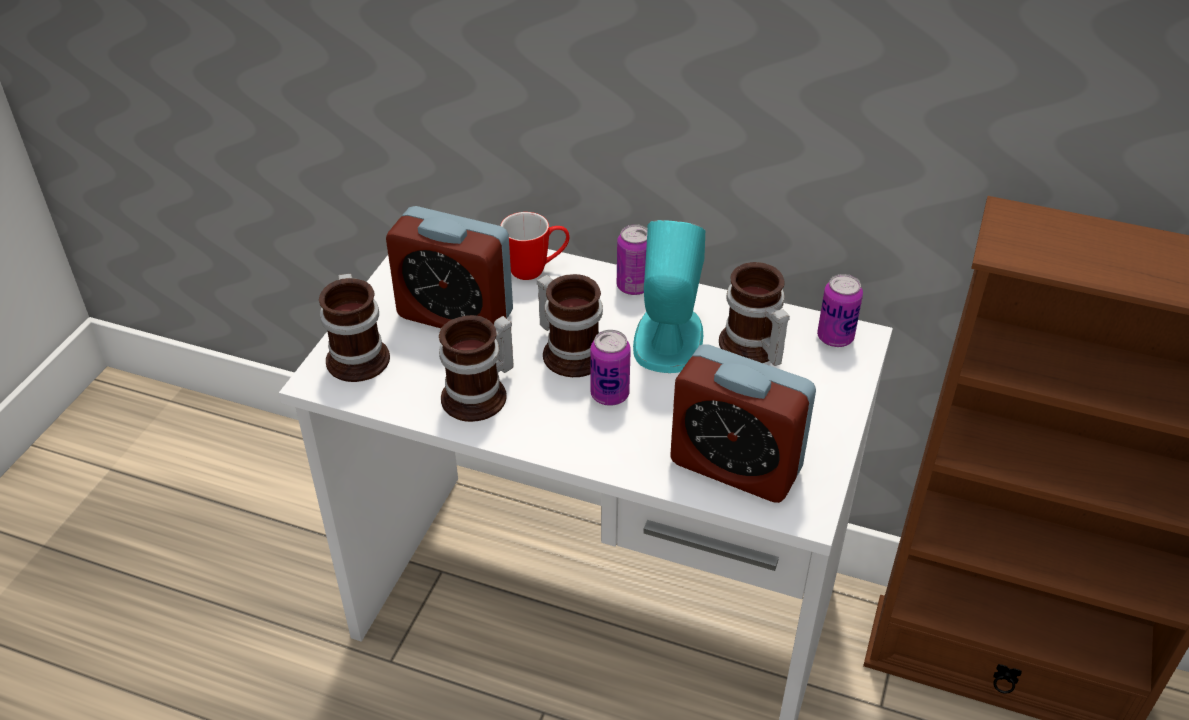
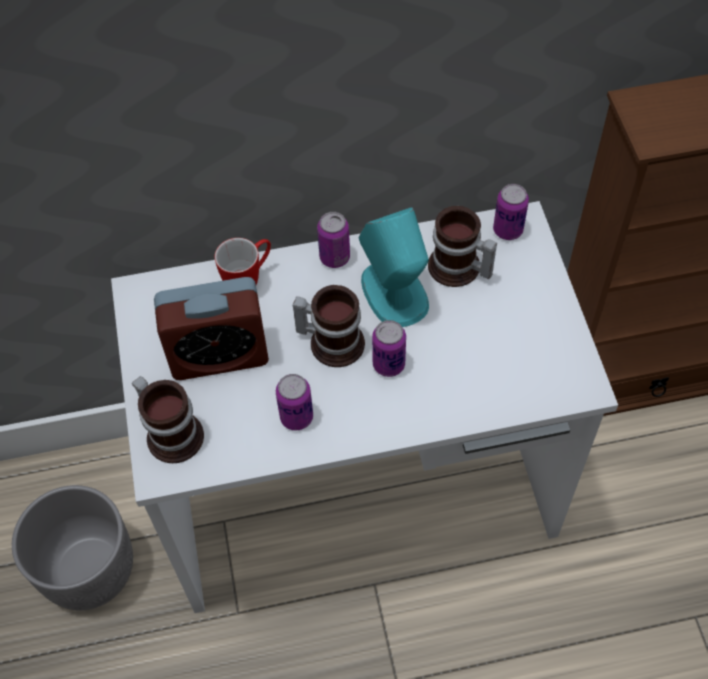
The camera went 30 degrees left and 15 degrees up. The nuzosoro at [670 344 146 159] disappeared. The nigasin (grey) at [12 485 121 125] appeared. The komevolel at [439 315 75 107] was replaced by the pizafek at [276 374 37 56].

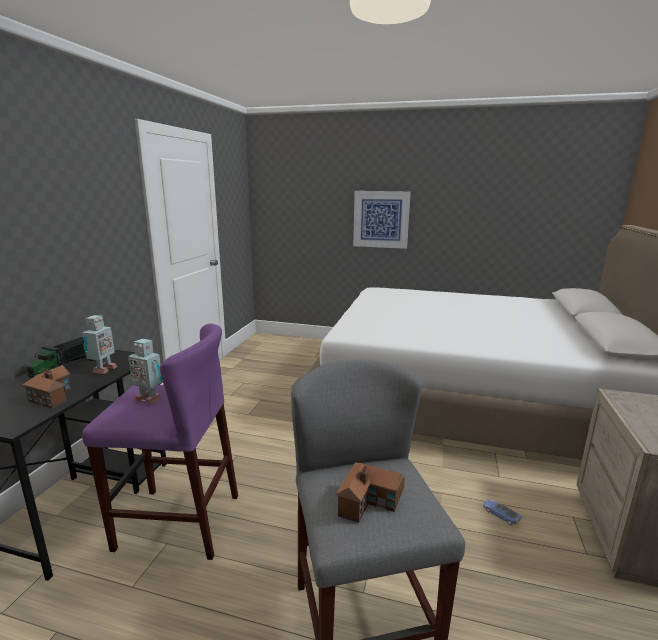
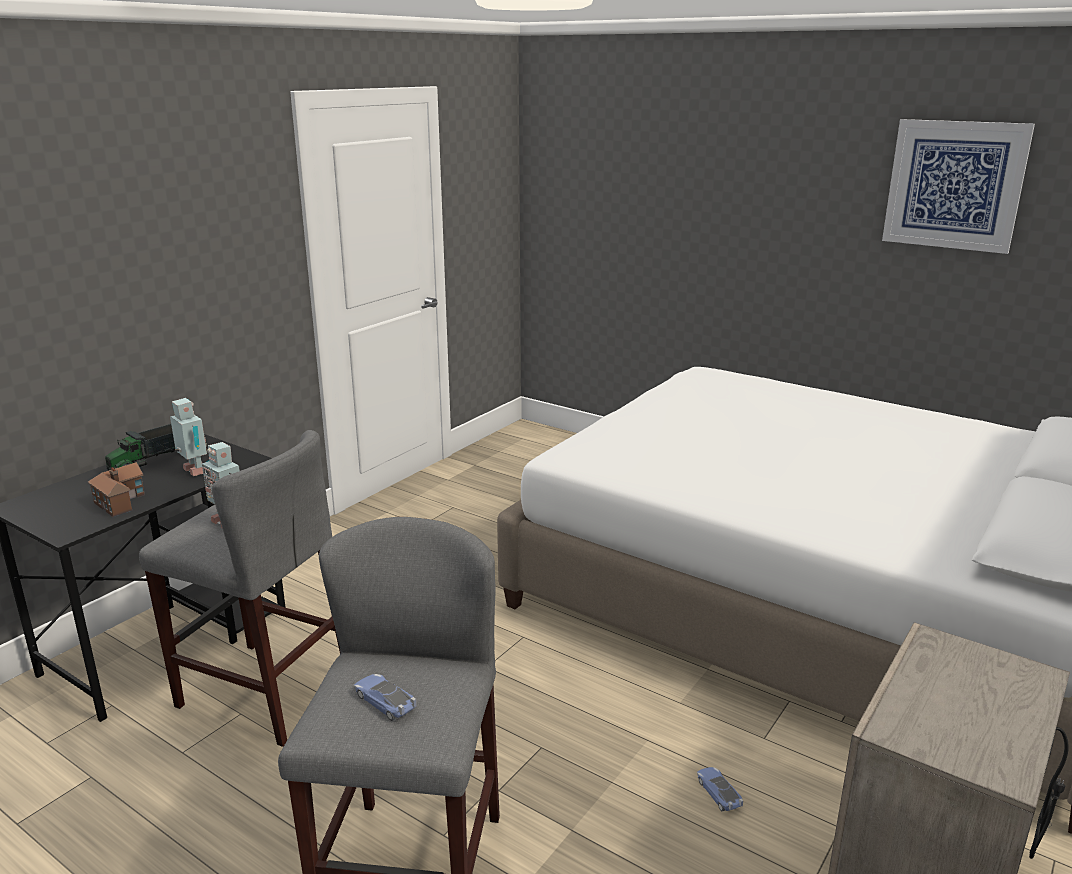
The camera went 20 degrees right and 5 degrees up. The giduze moved from [353 191 58 58] to [882 119 153 135]. The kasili at [336 463 69 60] was replaced by the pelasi at [354 674 63 47]. The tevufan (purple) at [82 323 156 237] became the tevufan (grey) at [139 430 201 317]. The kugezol at [82 315 35 59] turned 75 degrees counterclockwise.

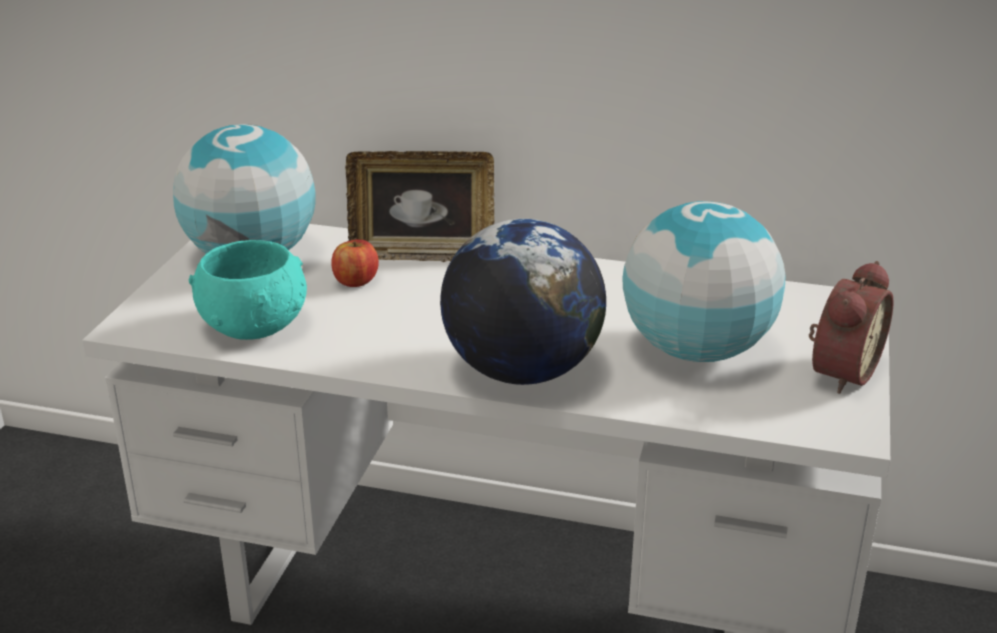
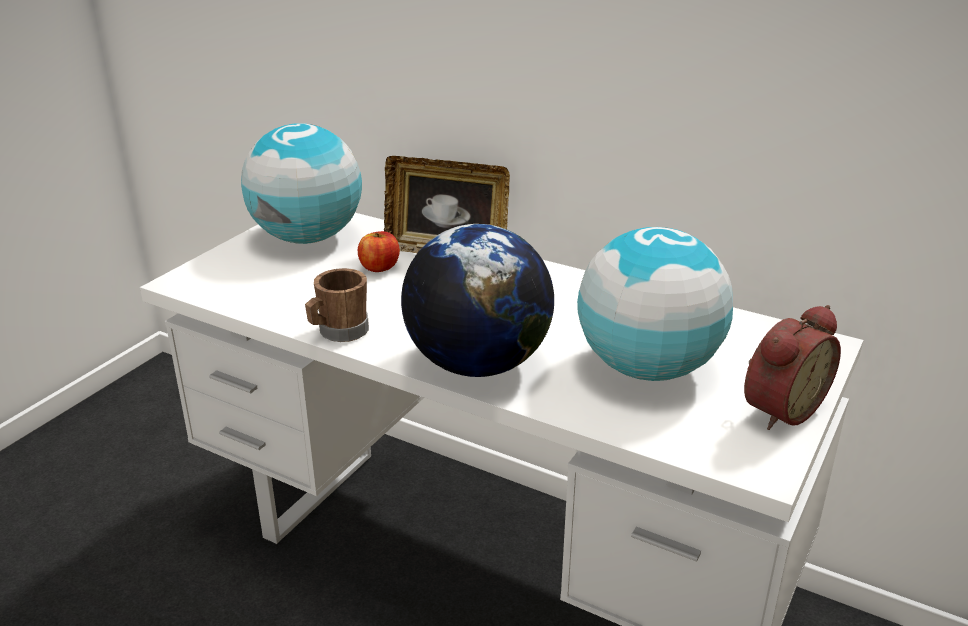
The camera went 15 degrees right and 0 degrees up. The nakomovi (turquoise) at [189 240 118 100] disappeared. The komevolel (brown) at [305 268 64 74] appeared.

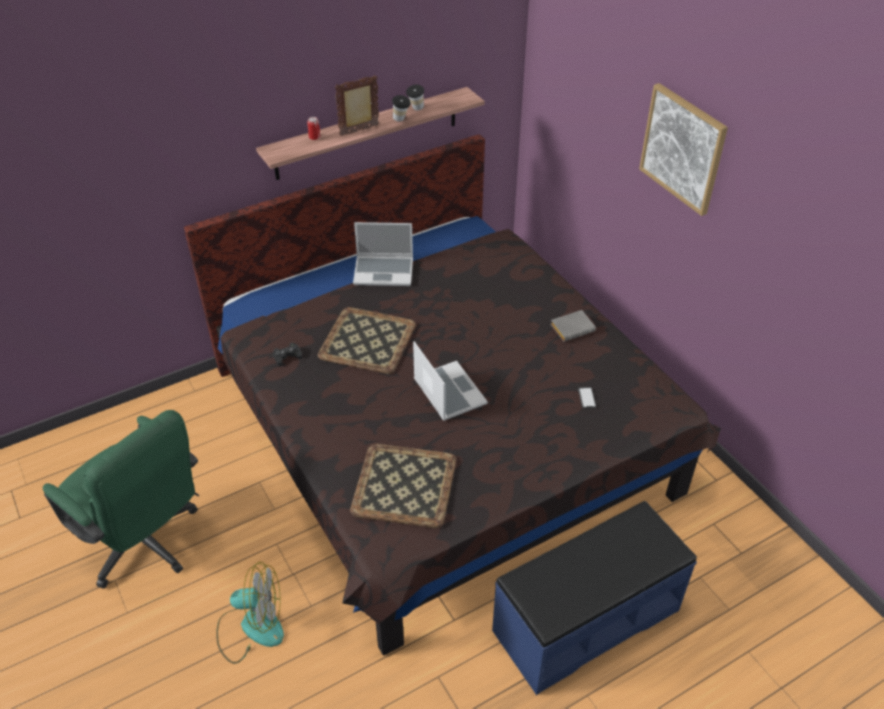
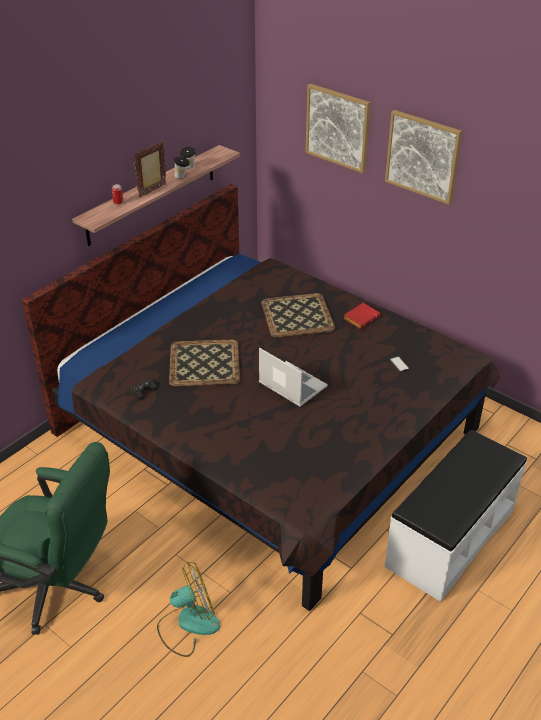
The camera went 20 degrees left and 5 degrees down. The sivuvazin at [353 222 60 64] disappeared. The giduze at [305 84 66 89] appeared. The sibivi moved from [350 444 106 84] to [261 293 74 45]. The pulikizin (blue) at [492 501 205 194] became the pulikizin (white) at [385 430 142 172]. The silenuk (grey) at [550 310 46 32] became the silenuk (red) at [344 303 36 26].

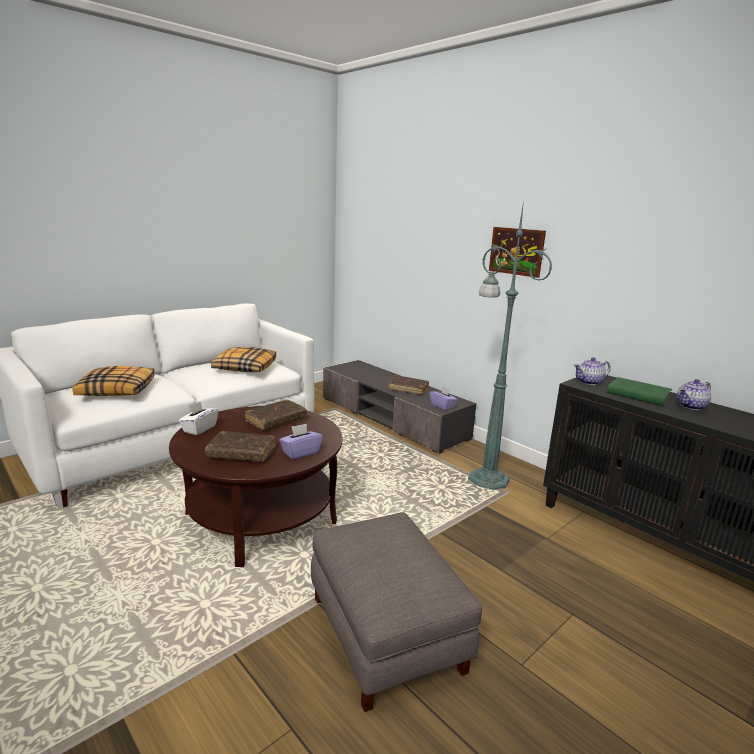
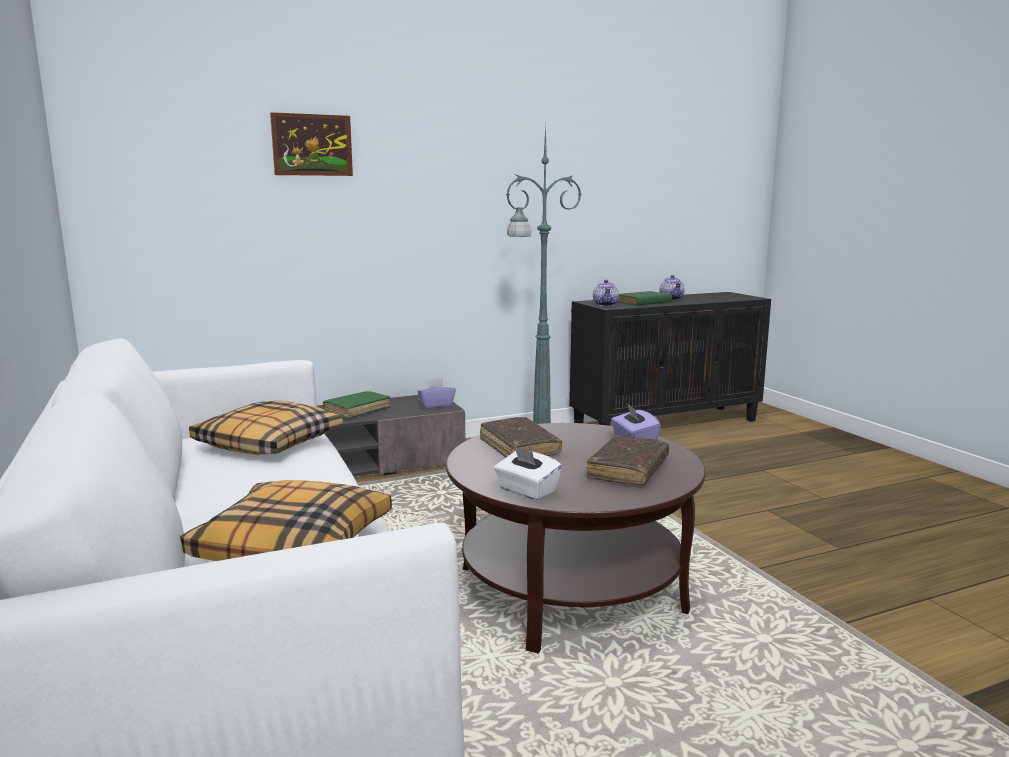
The camera went 70 degrees left and 5 degrees down. The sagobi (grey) at [311 512 171 200] disappeared. The giduze moved from [489 227 57 51] to [270 112 83 64]. The silenuk (brown) at [387 375 42 20] became the silenuk (green) at [323 391 67 28].

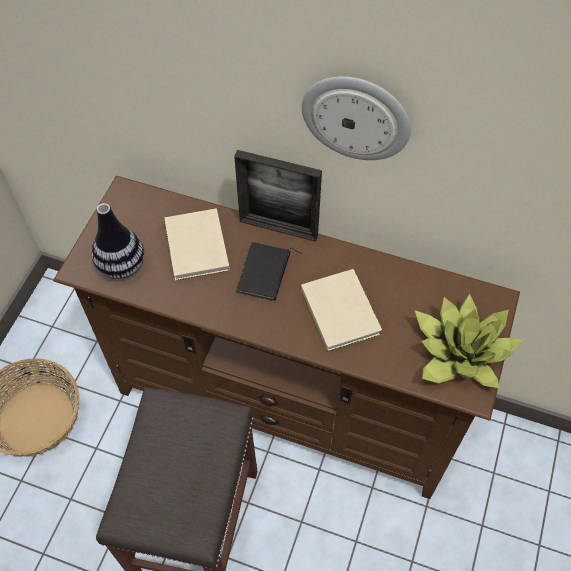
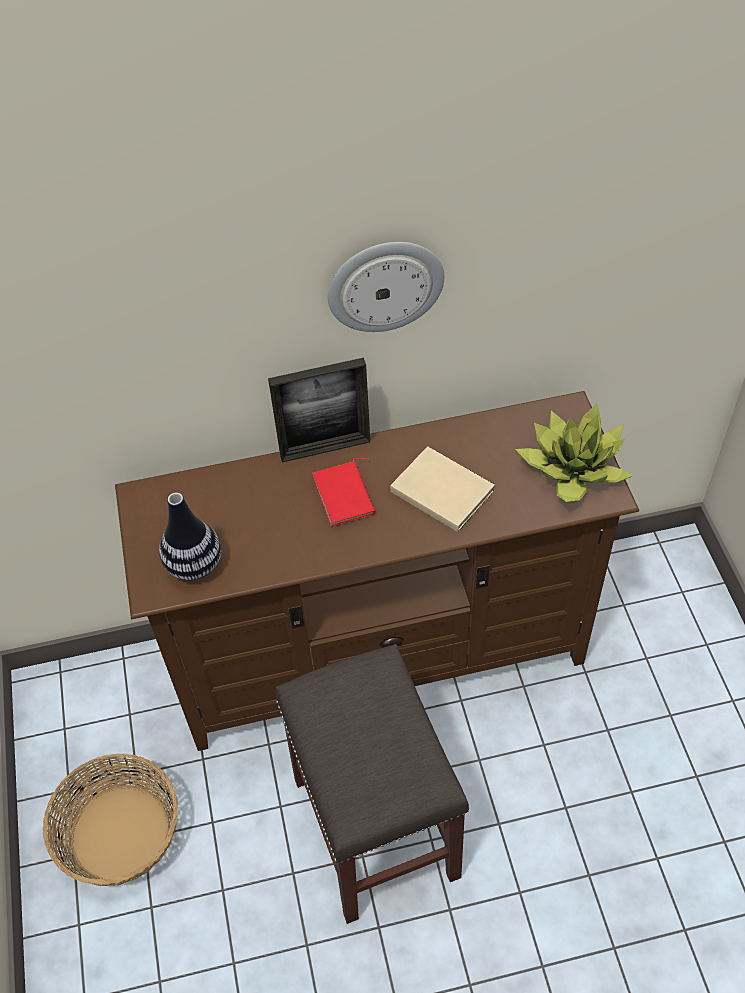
The camera went 30 degrees left and 5 degrees down. The silenuk (beige) at [164 208 66 73] disappeared. The silenuk (black) at [236 242 67 59] became the silenuk (red) at [312 458 63 69].

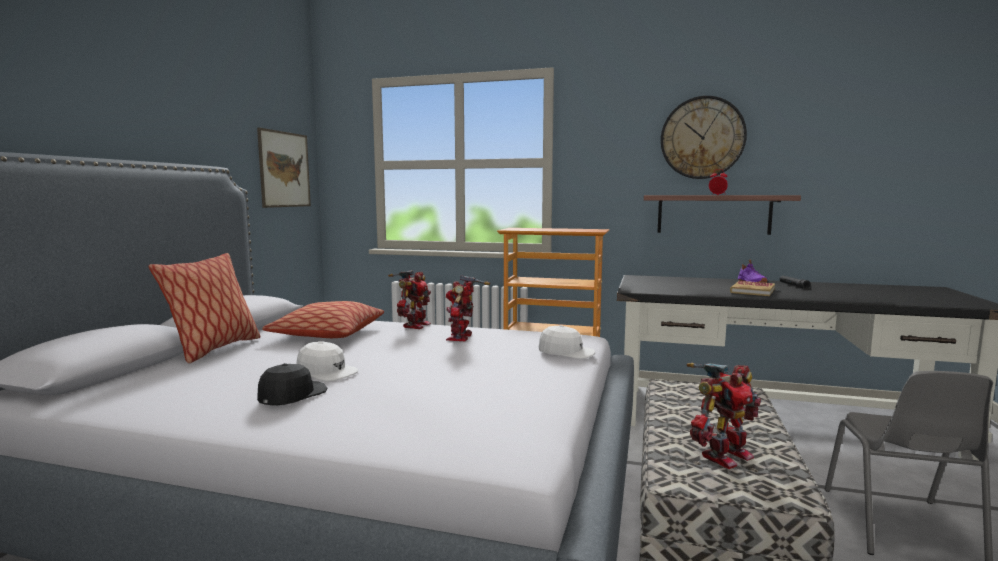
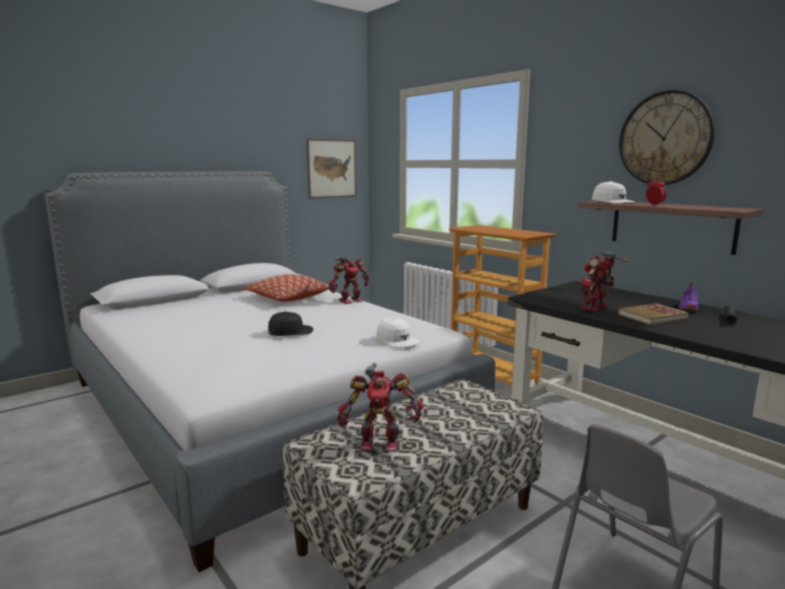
The camera went 35 degrees right and 5 degrees up. The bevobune at [148 253 113 110] disappeared. The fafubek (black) moved from [257 363 70 42] to [268 311 45 25]. The fafubek (white) moved from [296 341 62 40] to [592 181 43 23]. The kugezol moved from [446 275 44 66] to [579 251 50 60].

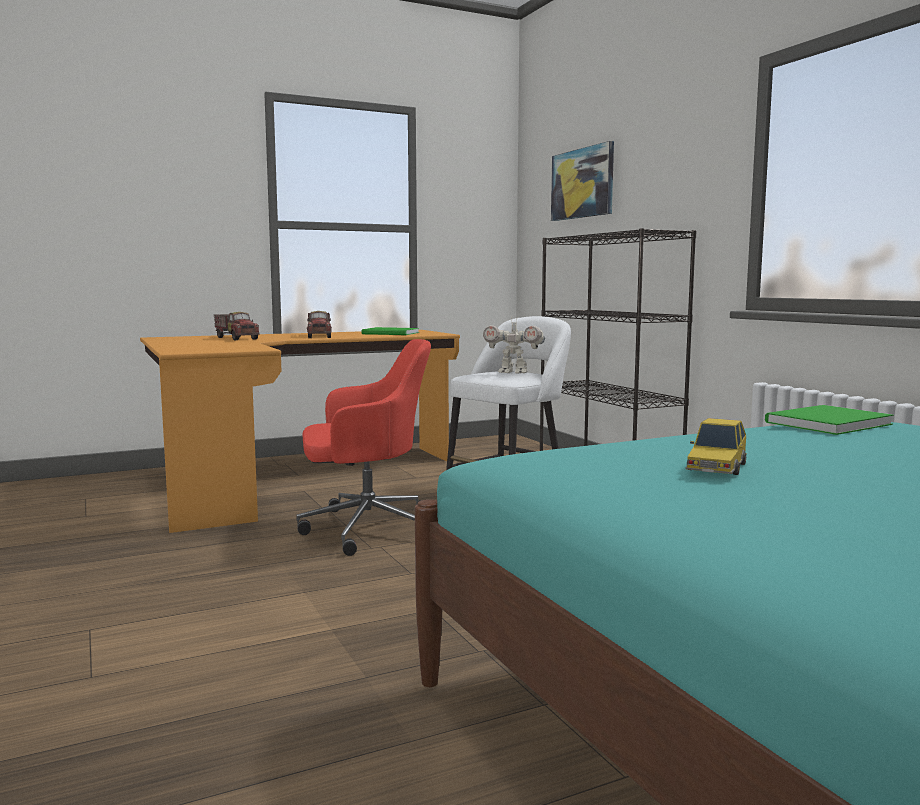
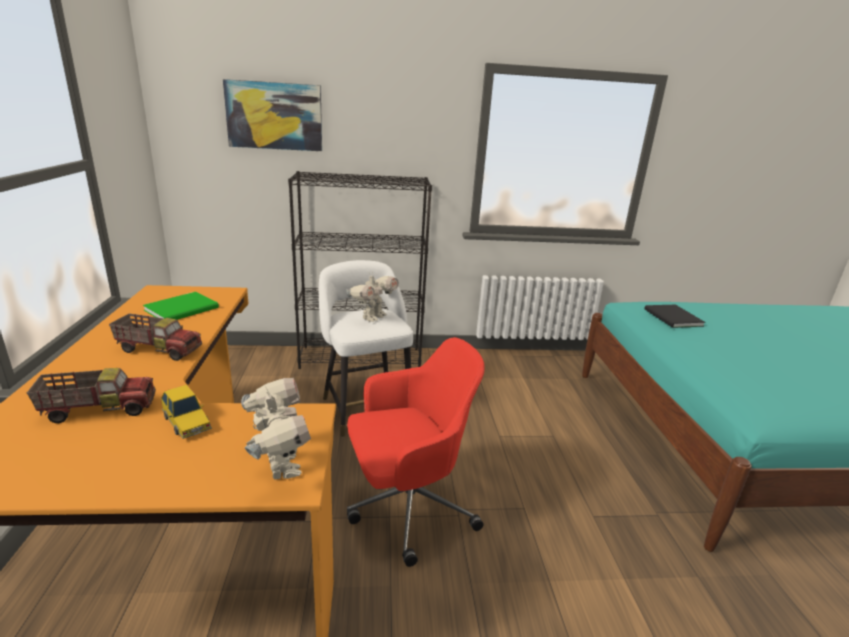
The camera went 70 degrees left and 15 degrees up. The kugezol at [241 378 70 102] appeared. The pelasi moved from [686 418 61 57] to [161 385 51 54]. The silenuk (green) at [765 405 128 30] became the silenuk (black) at [644 305 61 23]. The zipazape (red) at [296 339 135 217] turned 60 degrees clockwise.

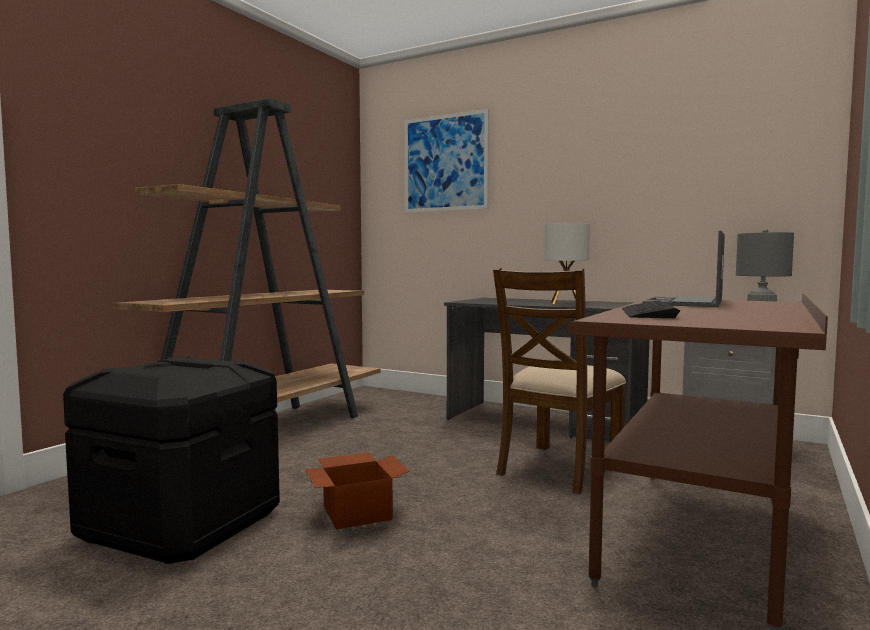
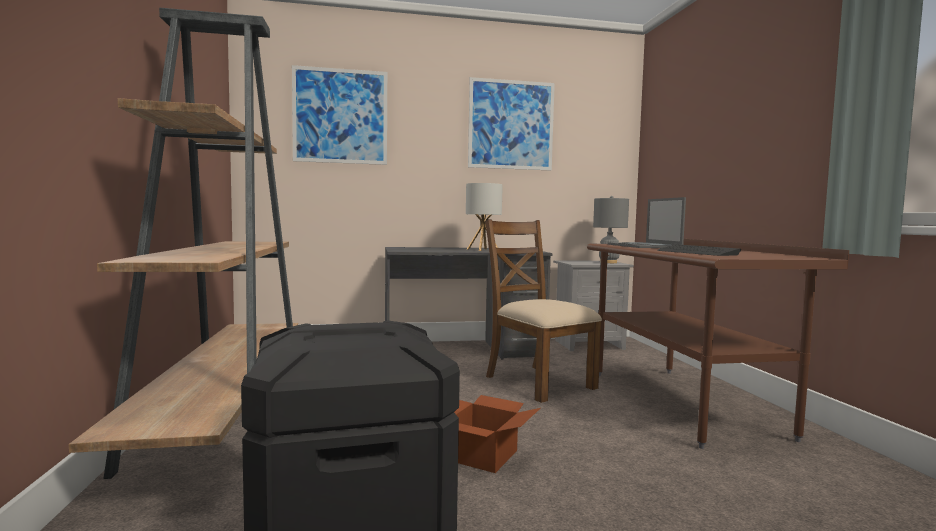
The camera went 40 degrees left and 0 degrees up. The giduze at [468 77 87 93] appeared. The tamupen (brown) at [493 268 133 226] turned 150 degrees clockwise.

